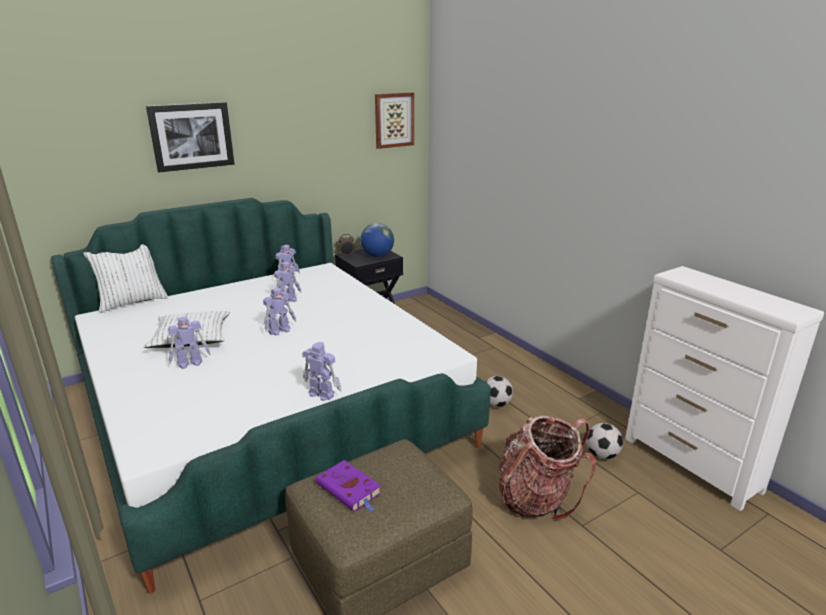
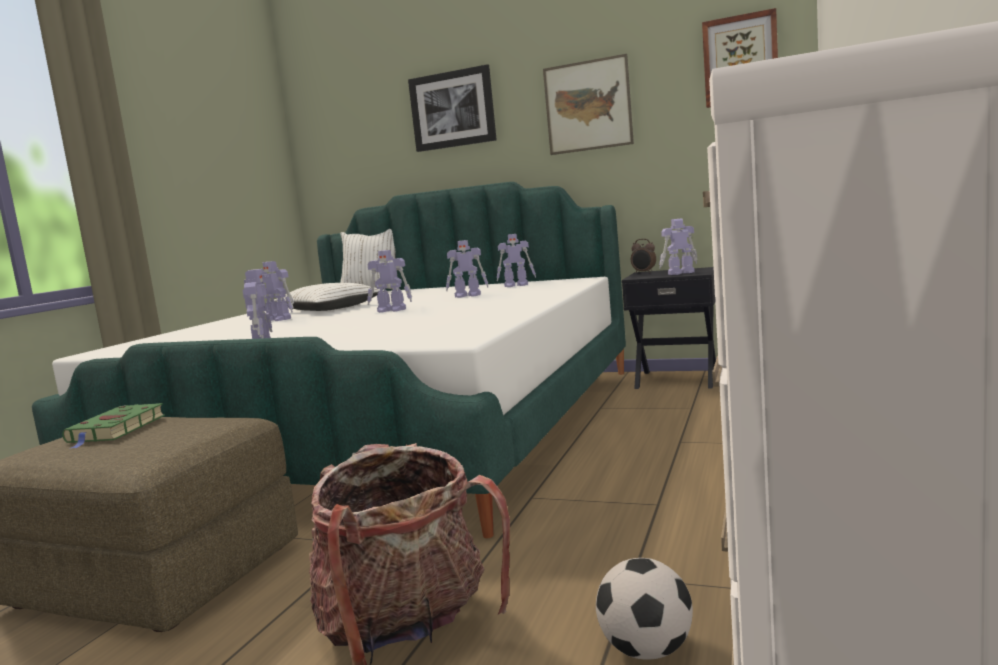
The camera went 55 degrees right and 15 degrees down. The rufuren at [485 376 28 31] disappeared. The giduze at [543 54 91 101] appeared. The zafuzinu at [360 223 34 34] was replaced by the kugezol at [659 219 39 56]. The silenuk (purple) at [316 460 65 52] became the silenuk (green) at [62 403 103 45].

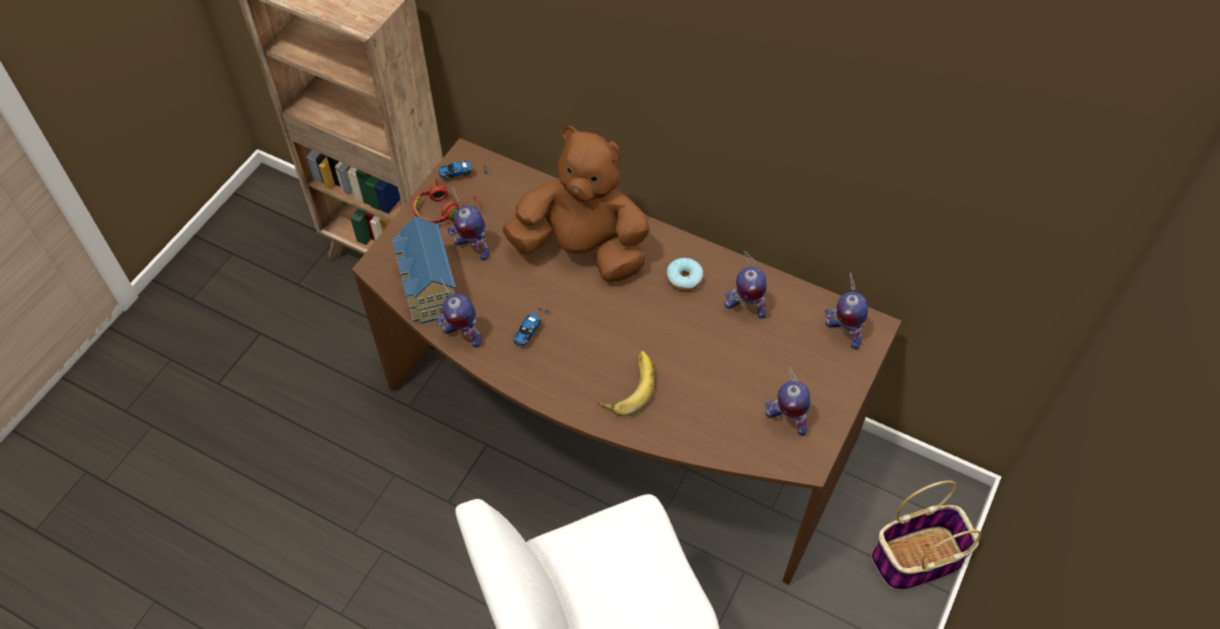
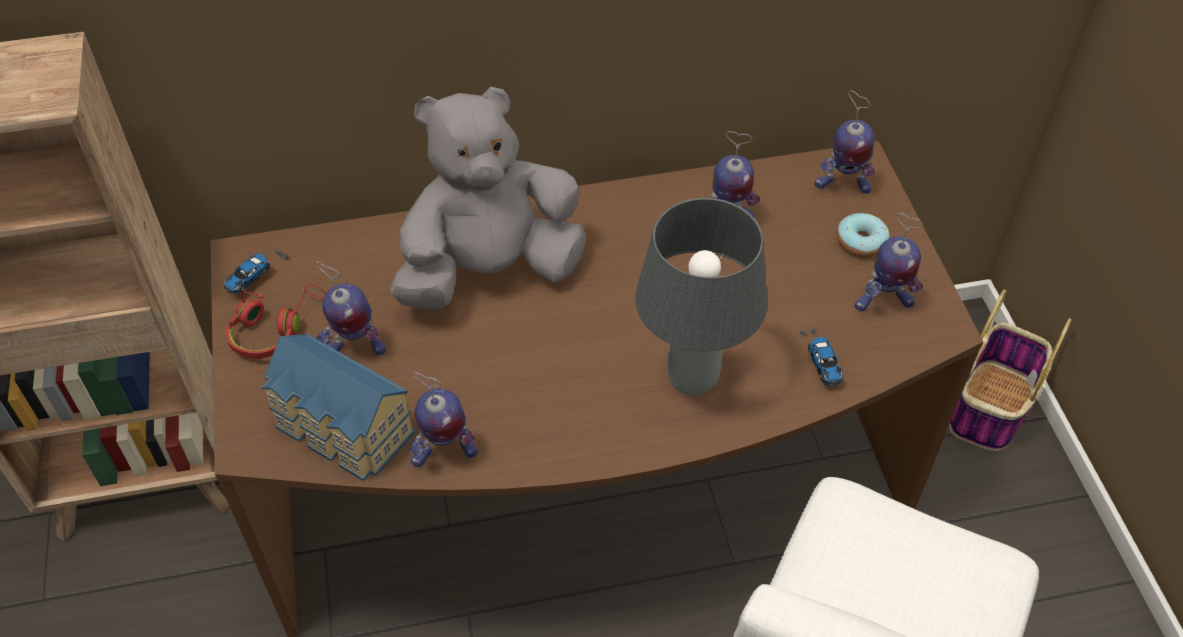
The camera went 40 degrees left and 5 degrees down. The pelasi moved from [513 307 36 39] to [800 327 43 59]. The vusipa moved from [666 258 37 33] to [837 213 52 44]. The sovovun at [598 351 56 65] was replaced by the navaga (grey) at [635 198 132 197]. The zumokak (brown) at [502 126 148 156] became the zumokak (grey) at [390 87 197 223].

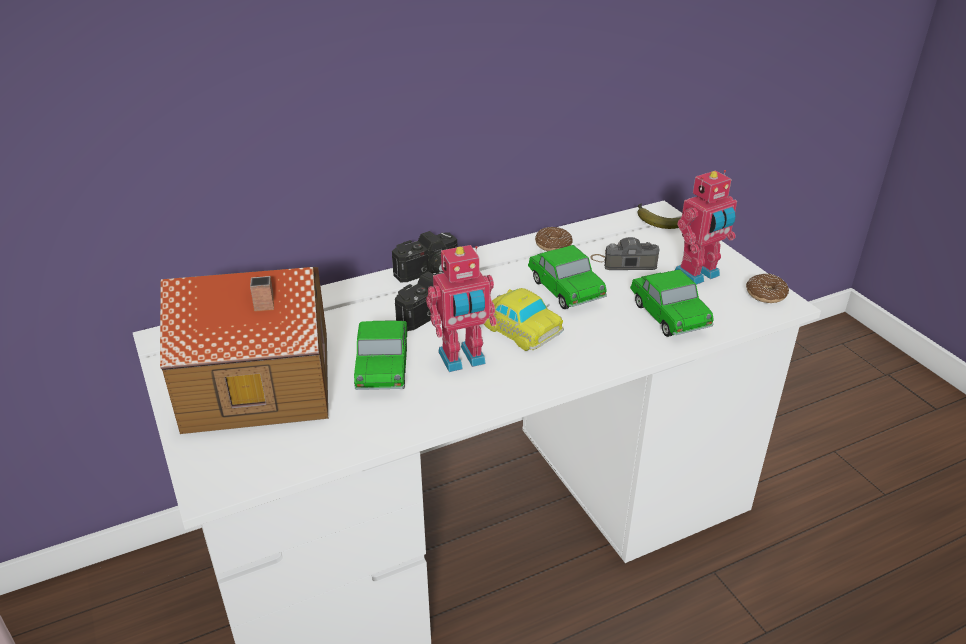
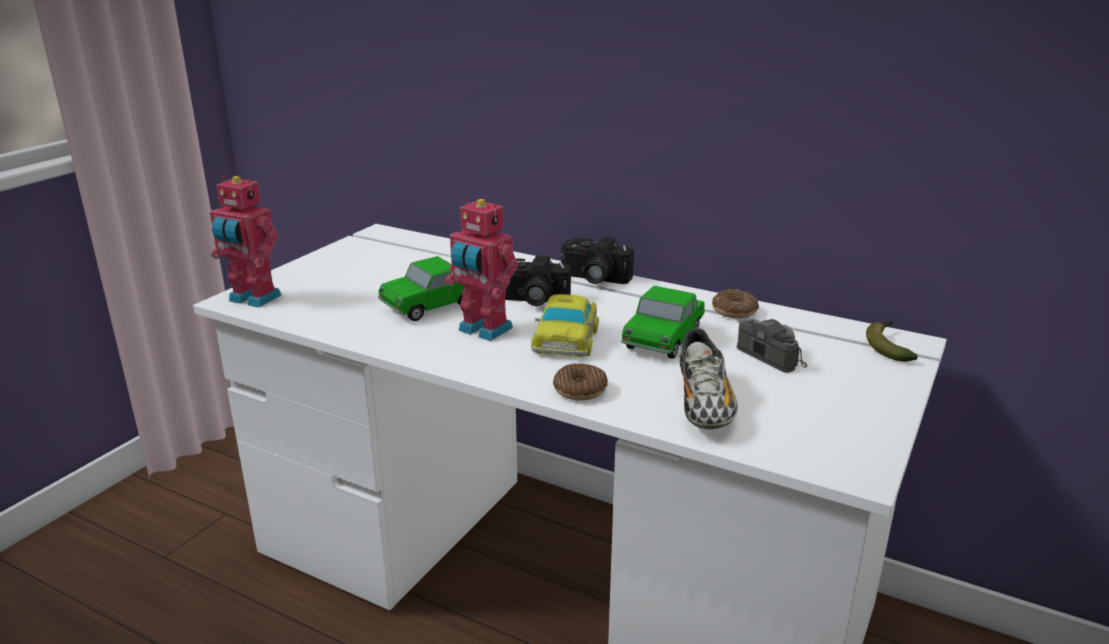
The camera went 55 degrees right and 10 degrees down. The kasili at [160 267 168 167] disappeared. The kugezol moved from [675 170 62 115] to [210 176 72 132]. The vusipa moved from [746 274 43 29] to [553 363 55 38]. The pelasi at [630 269 84 68] was replaced by the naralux at [680 328 58 101].

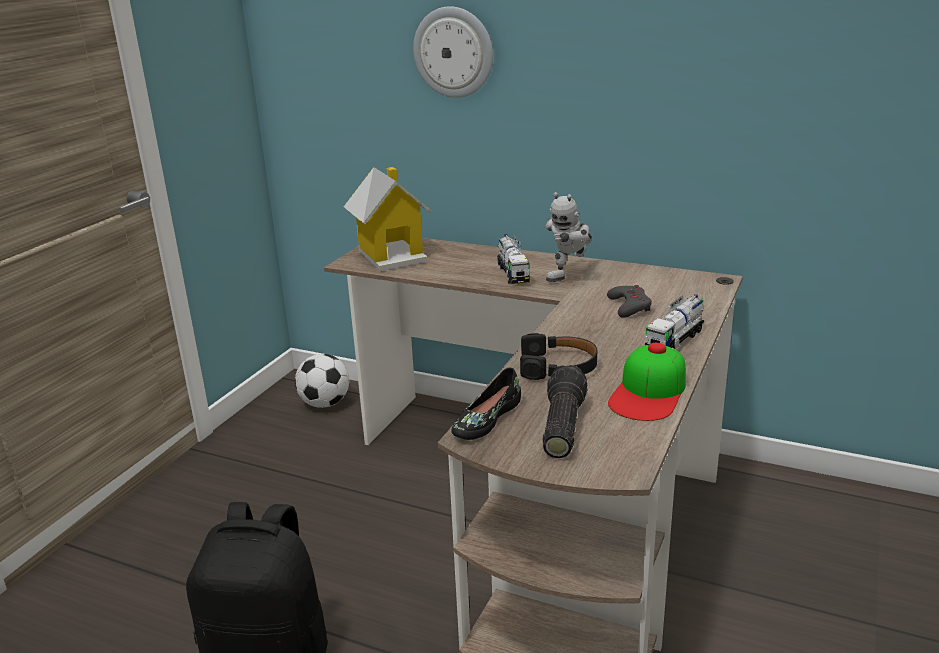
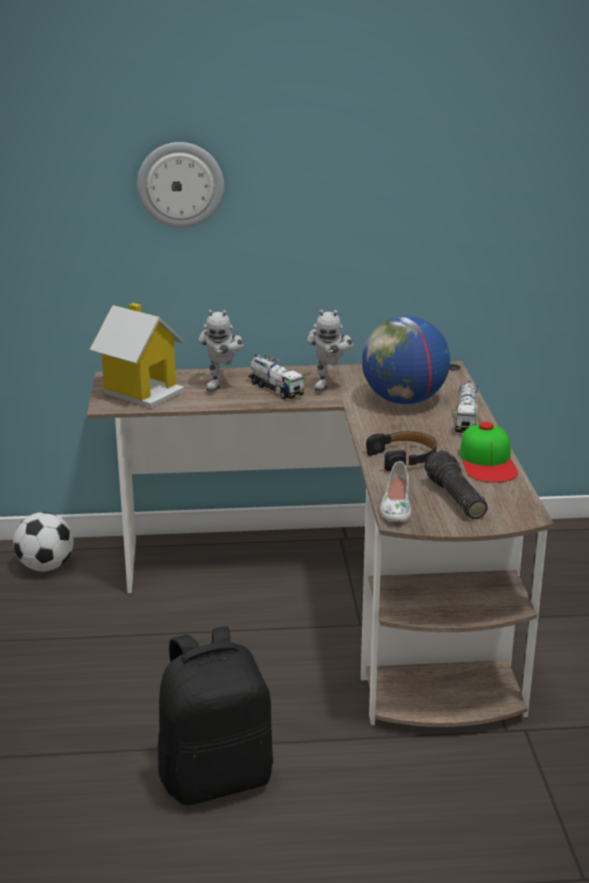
The camera went 30 degrees left and 0 degrees up. The kugezol at [198 310 46 82] appeared. The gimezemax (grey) at [607 285 45 33] was replaced by the zafuzinu at [362 316 88 88]. The naralux (black) at [451 368 70 72] became the naralux (white) at [380 461 31 61].

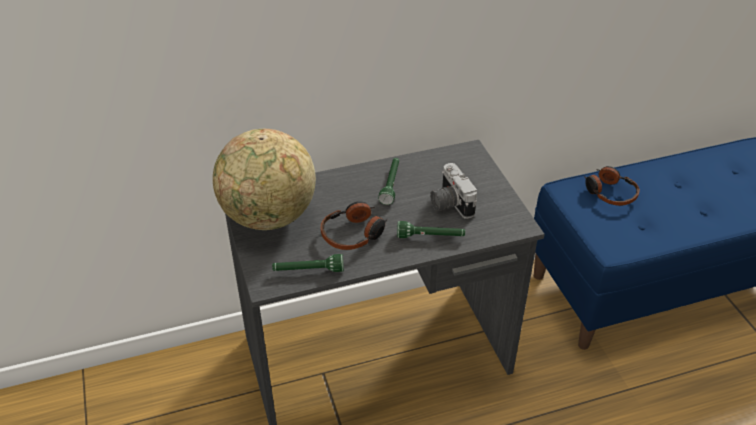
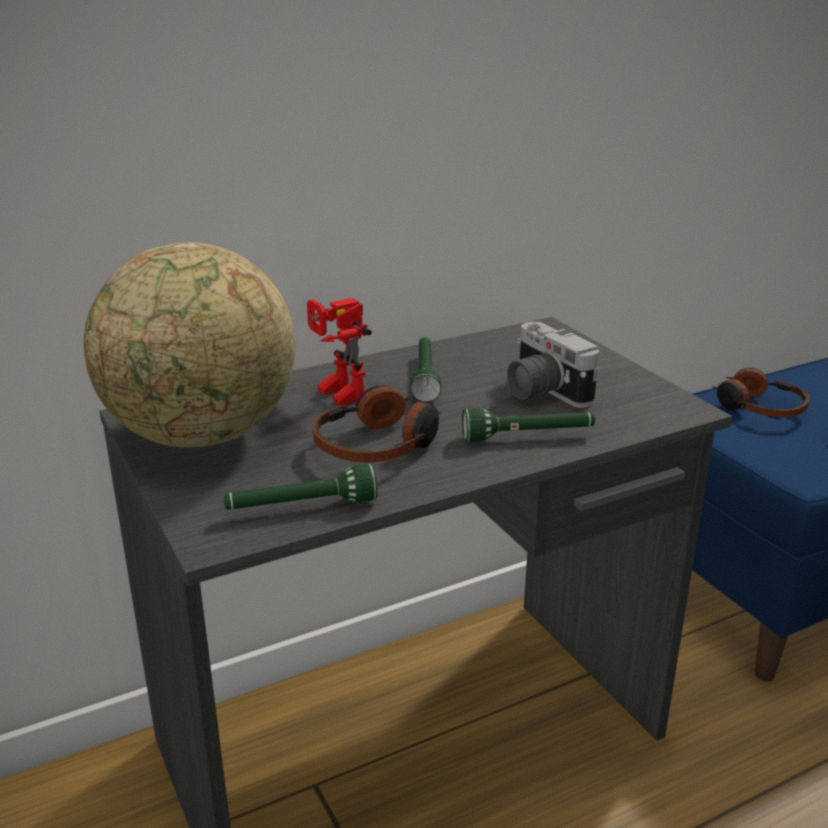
The camera went 10 degrees left and 15 degrees down. The kugezol at [307 298 65 108] appeared.

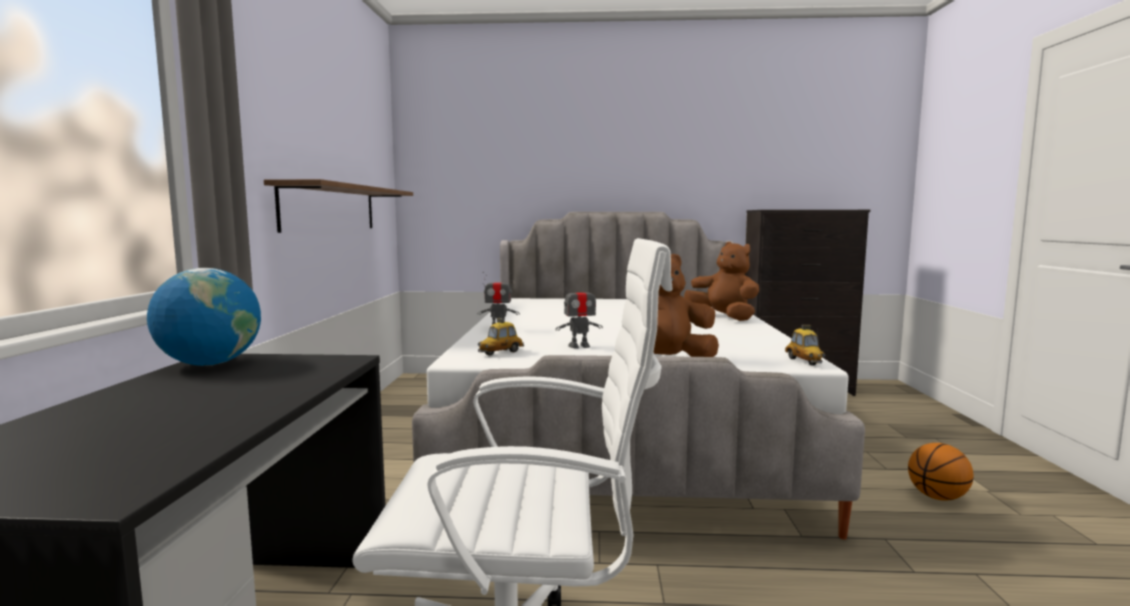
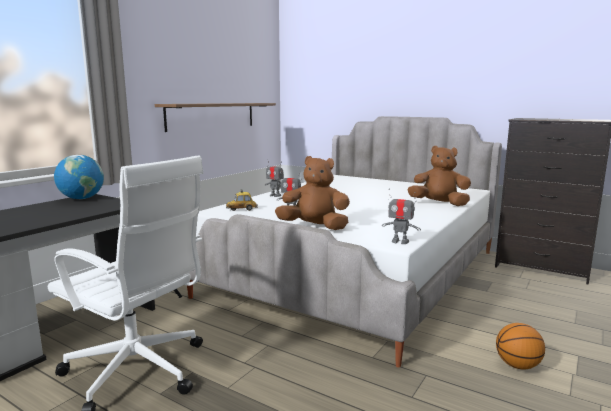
The camera went 30 degrees right and 5 degrees up. The pelasi at [785 325 41 41] was replaced by the kugezol at [382 189 39 55]. The zumokak (brown) at [684 242 75 79] turned 60 degrees counterclockwise.

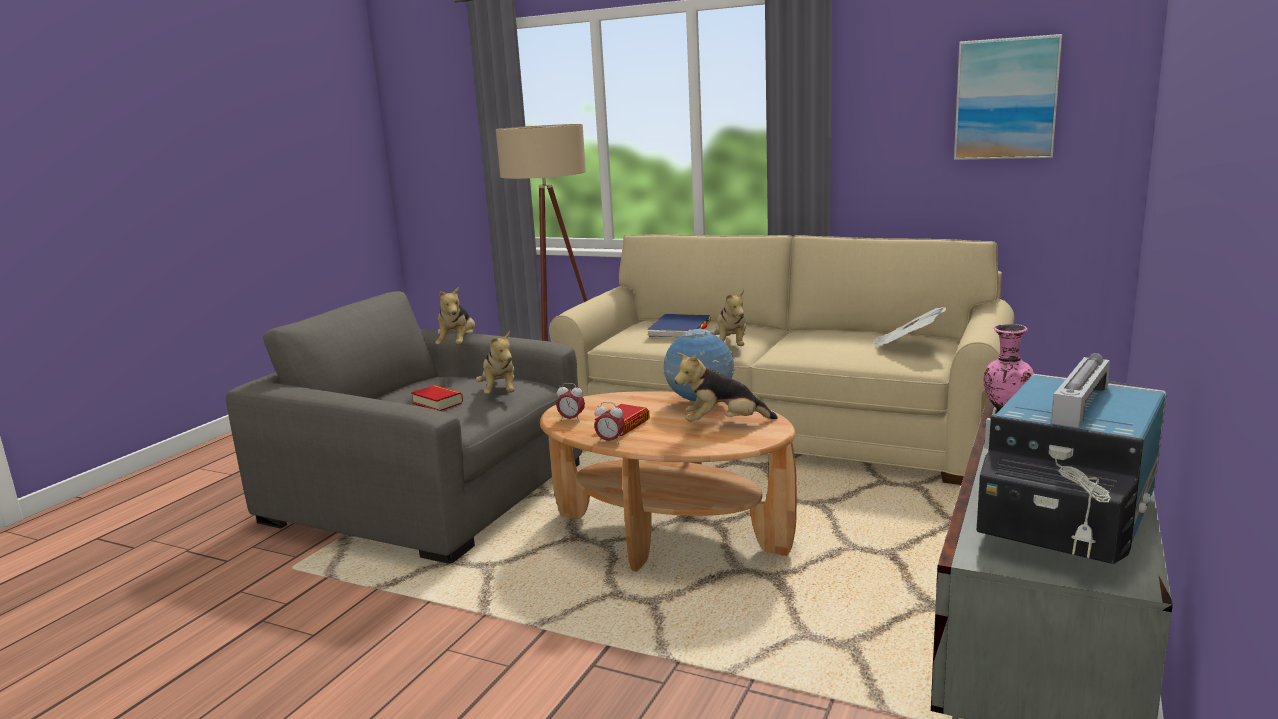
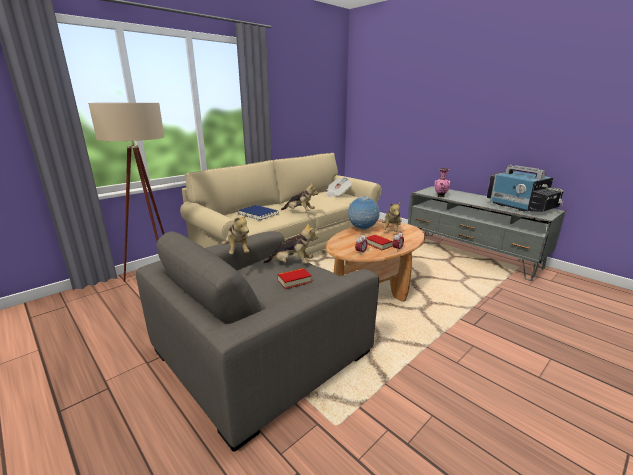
The camera went 70 degrees left and 5 degrees up. The giduze at [954 34 108 126] disappeared. The zumokak at [435 287 40 58] turned 45 degrees clockwise.

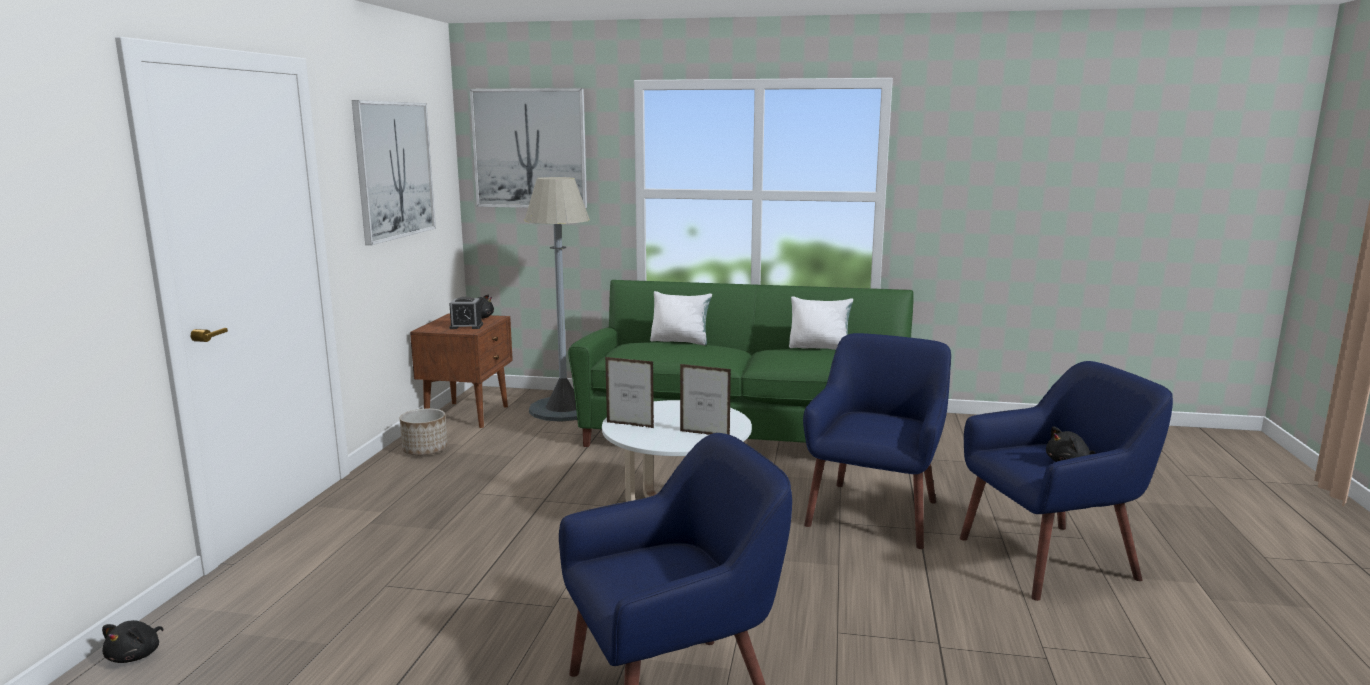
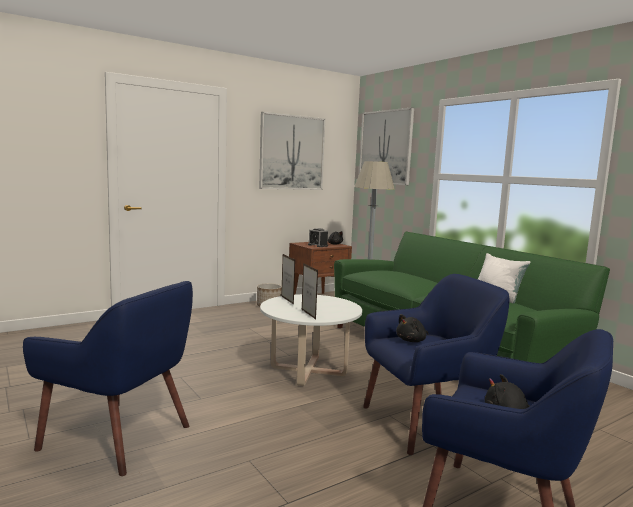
The camera went 45 degrees right and 5 degrees down. The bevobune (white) at [650 291 62 54] disappeared. The zumokak (black) moved from [102 620 61 43] to [396 314 33 28].

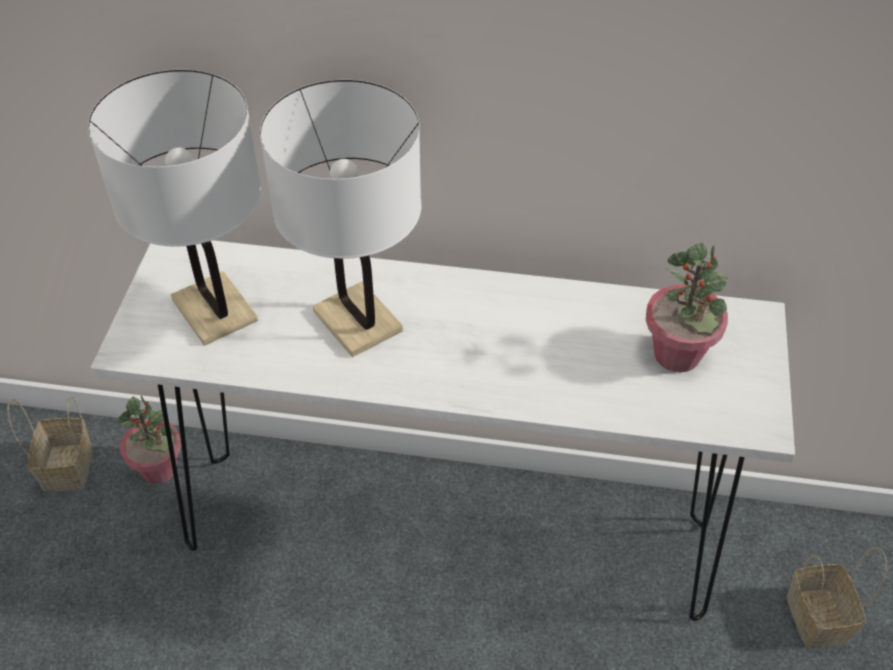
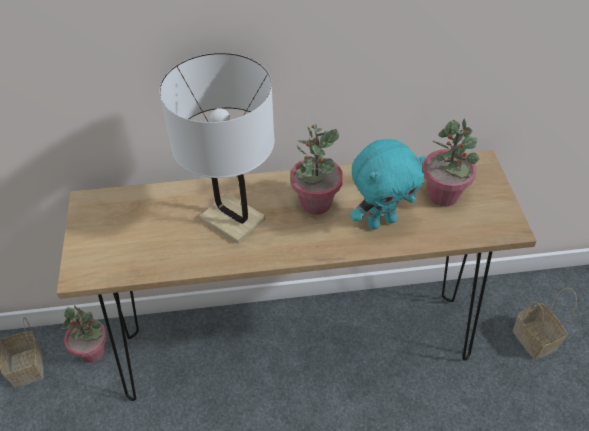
The camera went 15 degrees left and 0 degrees up. The navaga (white) at [88 69 173 277] disappeared. The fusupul at [290 124 53 91] appeared. The zumokak (turquoise) at [350 139 76 91] appeared. The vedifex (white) at [91 240 704 381] became the vedifex (brown) at [57 150 480 251].

